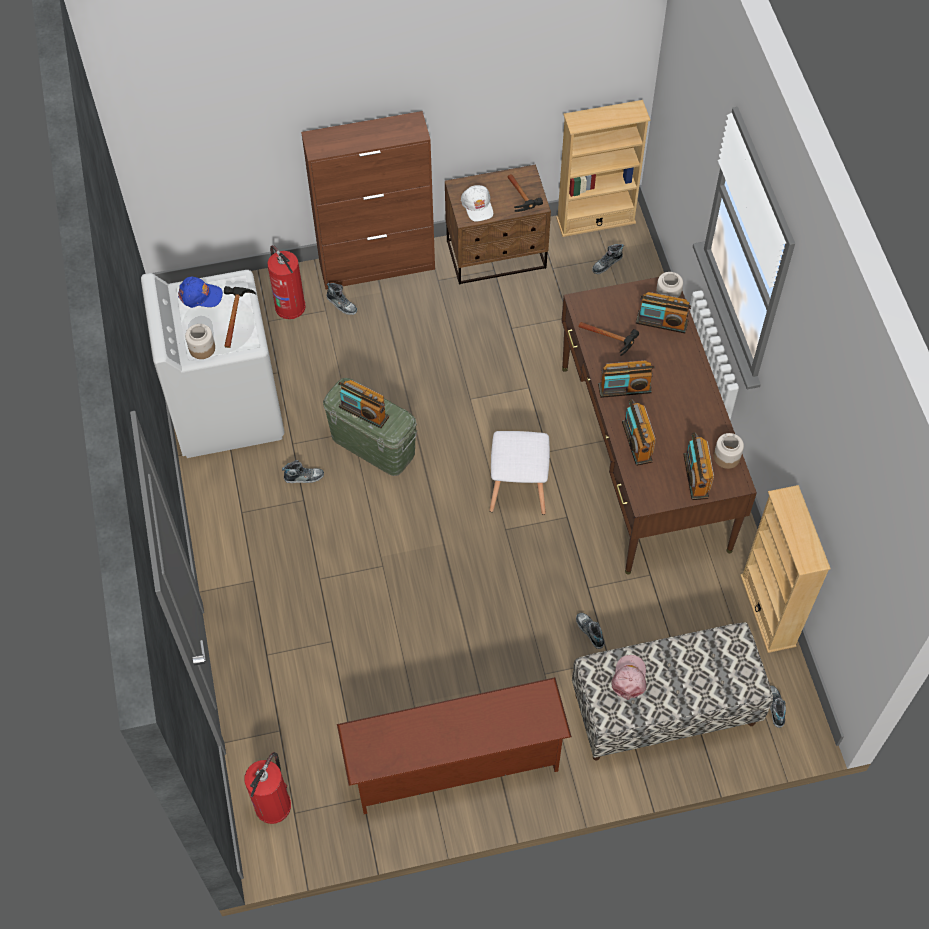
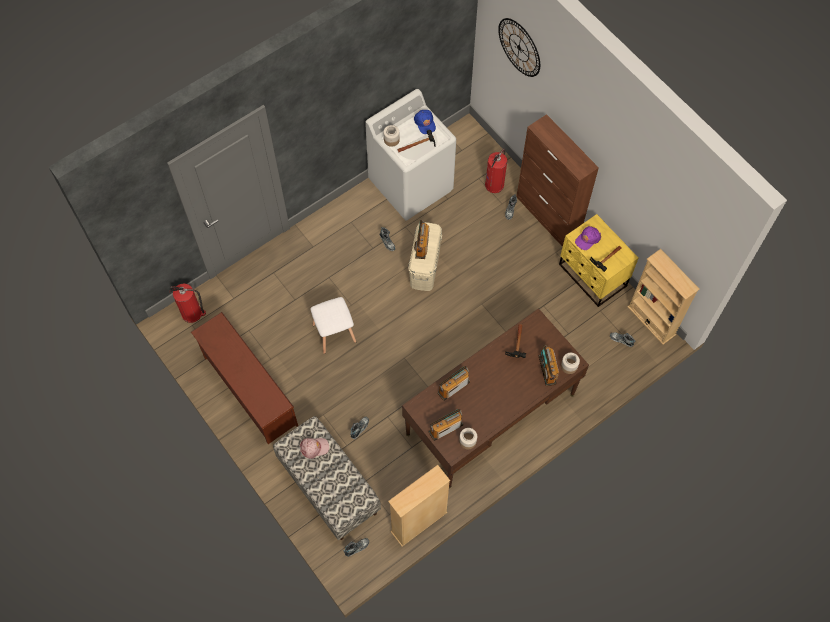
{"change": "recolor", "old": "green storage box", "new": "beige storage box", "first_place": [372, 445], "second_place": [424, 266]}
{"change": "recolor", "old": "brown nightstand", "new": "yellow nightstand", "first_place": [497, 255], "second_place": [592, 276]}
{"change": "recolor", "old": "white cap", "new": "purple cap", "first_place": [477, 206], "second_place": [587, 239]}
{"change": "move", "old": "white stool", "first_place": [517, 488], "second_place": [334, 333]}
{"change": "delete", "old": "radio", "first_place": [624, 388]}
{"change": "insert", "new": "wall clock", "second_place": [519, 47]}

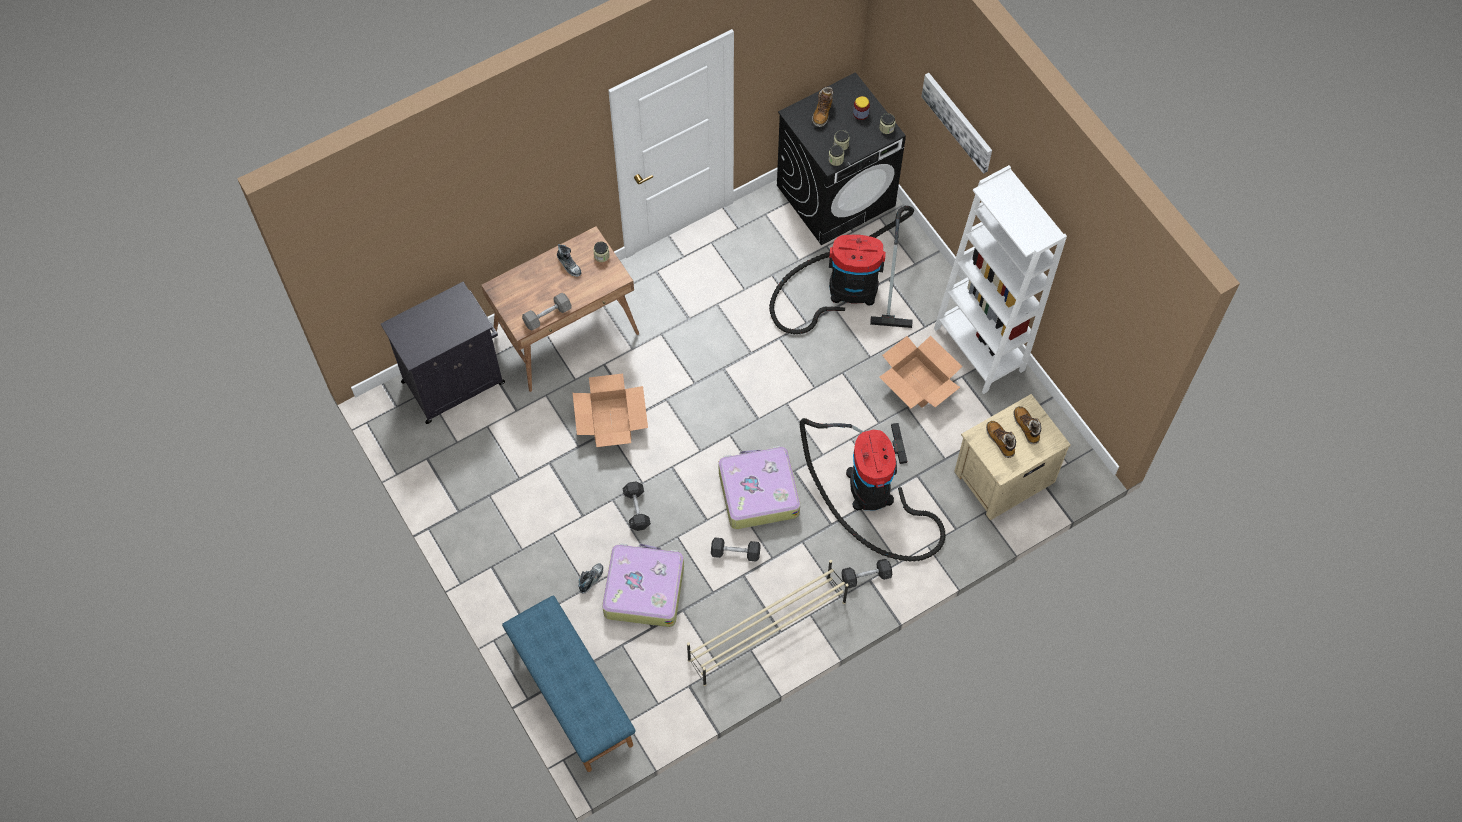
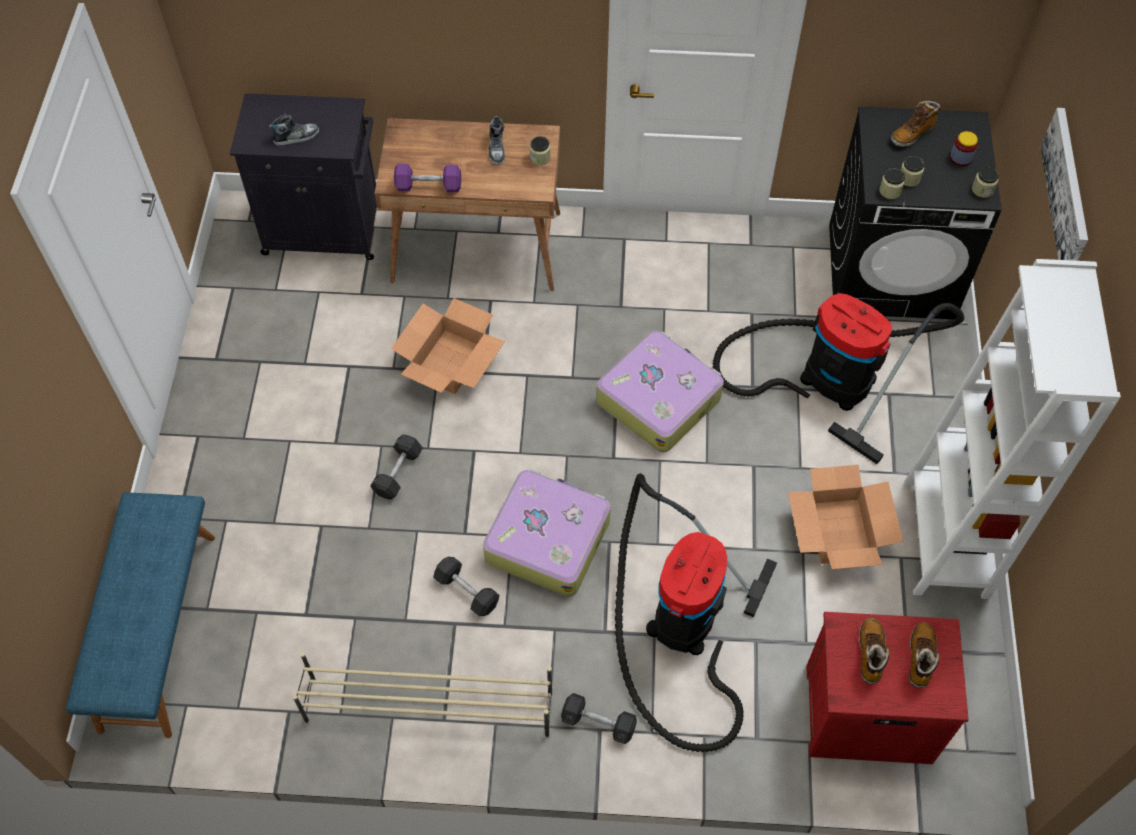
{"change": "recolor", "old": "grey dumbbell", "new": "purple dumbbell", "first_place": [547, 316], "second_place": [428, 186]}
{"change": "move", "old": "shoe", "first_place": [591, 579], "second_place": [296, 136]}
{"change": "move", "old": "suitcase", "first_place": [643, 589], "second_place": [658, 399]}
{"change": "recolor", "old": "beige nightstand", "new": "red nightstand", "first_place": [1002, 476], "second_place": [866, 712]}

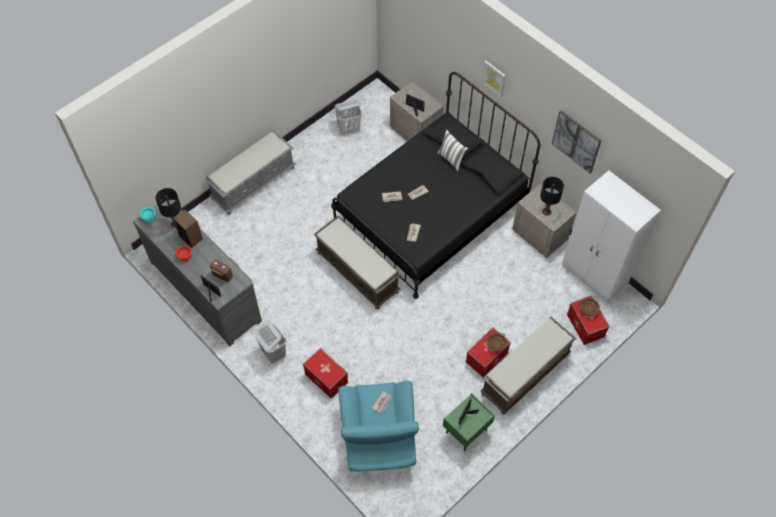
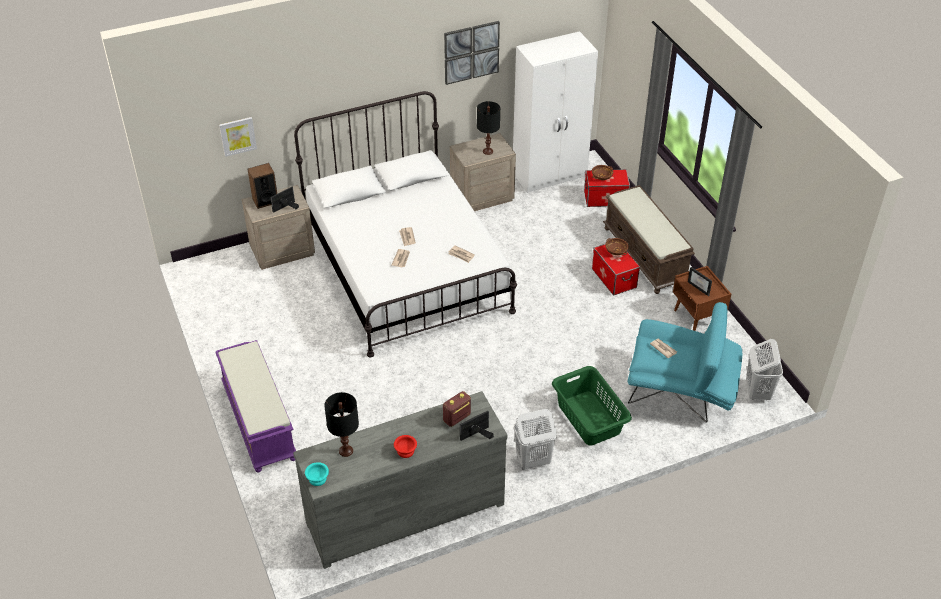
{"change": "move", "old": "speaker", "first_place": [191, 237], "second_place": [265, 200]}
{"change": "recolor", "old": "grey bench", "new": "purple bench", "first_place": [253, 182], "second_place": [258, 421]}
{"change": "replace", "old": "storage box", "new": "green laundry basket", "first_place": [326, 378], "second_place": [588, 418]}
{"change": "delete", "old": "brown bench", "first_place": [358, 272]}
{"change": "recolor", "old": "black bed", "new": "white bed", "first_place": [431, 213], "second_place": [406, 269]}
{"change": "move", "old": "white laundry basket", "first_place": [349, 129], "second_place": [757, 392]}
{"change": "delete", "old": "white pillow", "first_place": [452, 159]}
{"change": "recolor", "old": "green nightstand", "new": "brown nightstand", "first_place": [466, 432], "second_place": [697, 318]}
{"change": "move", "old": "picture", "first_place": [494, 78], "second_place": [237, 136]}

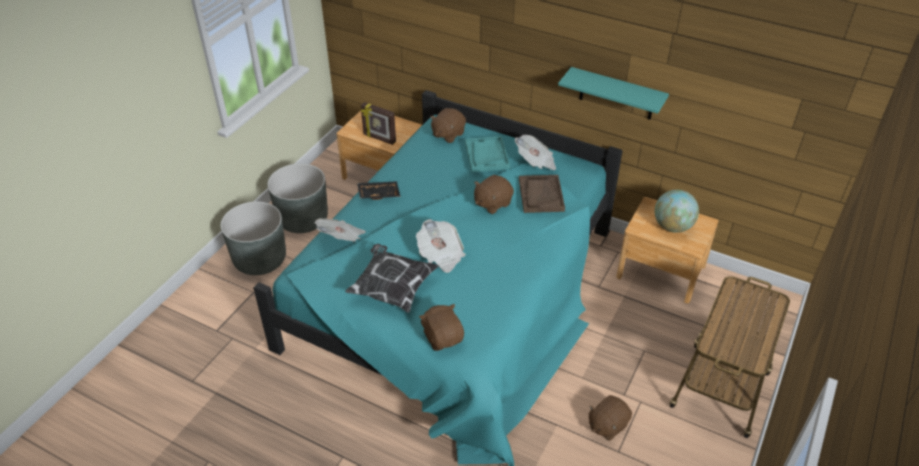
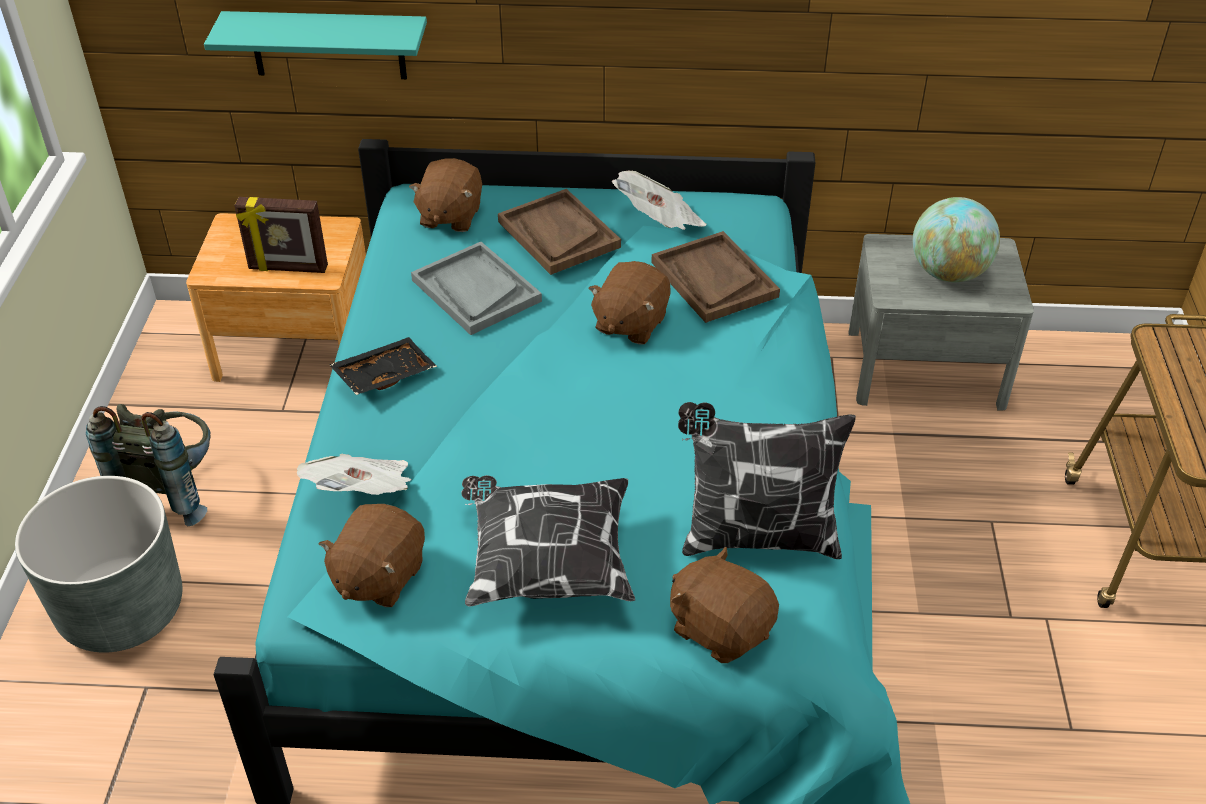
{"change": "replace", "old": "grey planter", "new": "grey backpack", "first_place": [303, 219], "second_place": [173, 490]}
{"change": "delete", "old": "newspaper", "first_place": [441, 255]}
{"change": "recolor", "old": "turquoise tray", "new": "brown tray", "first_place": [486, 155], "second_place": [558, 234]}
{"change": "move", "old": "turquoise shelf", "first_place": [616, 94], "second_place": [328, 45]}
{"change": "move", "old": "brown plush toy", "first_place": [607, 425], "second_place": [378, 576]}
{"change": "recolor", "old": "brown nightstand", "new": "grey nightstand", "first_place": [661, 271], "second_place": [925, 368]}
{"change": "insert", "new": "grey tray", "second_place": [475, 291]}
{"change": "insert", "new": "pillow", "second_place": [756, 537]}

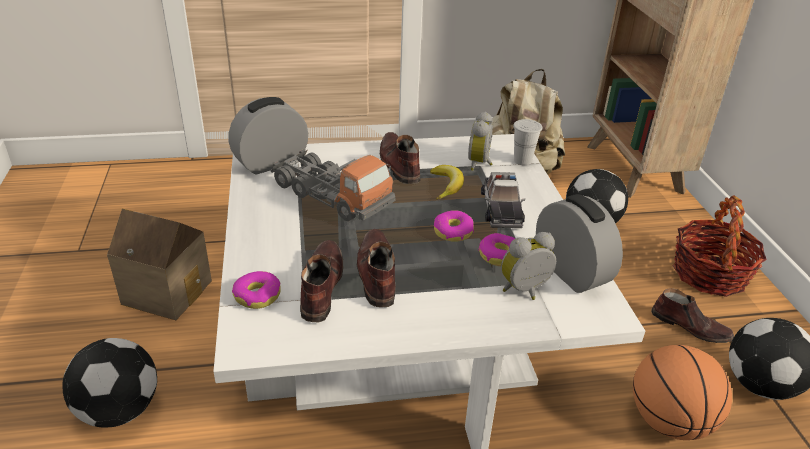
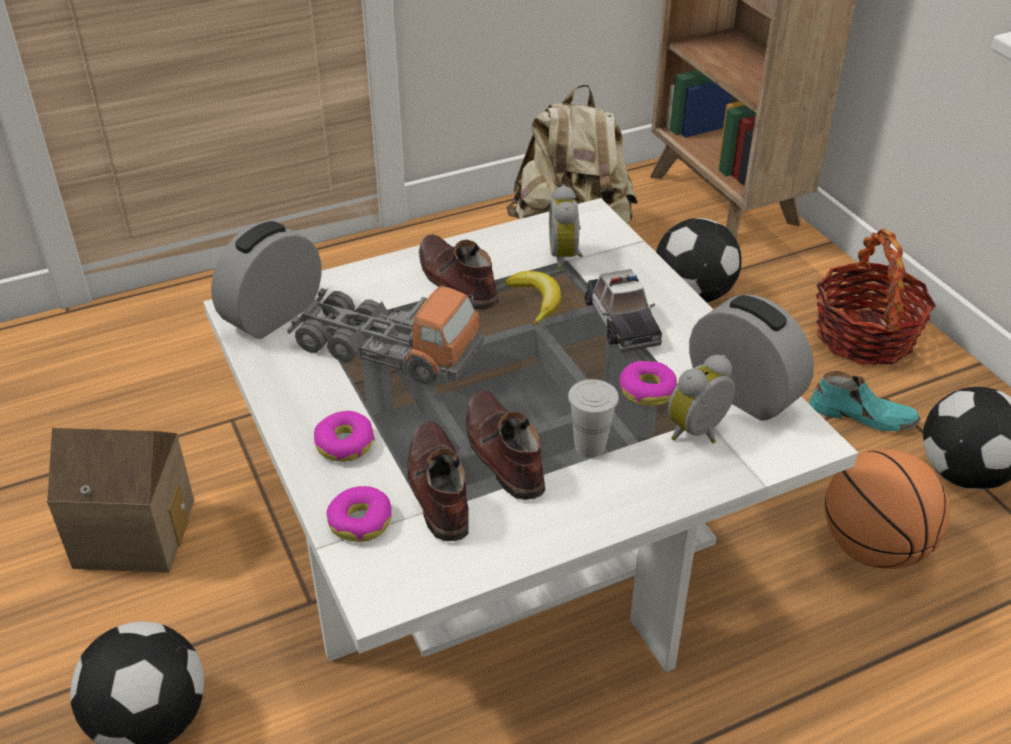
{"change": "move", "old": "donut", "first_place": [453, 232], "second_place": [344, 444]}
{"change": "move", "old": "white cup", "first_place": [522, 160], "second_place": [590, 446]}
{"change": "recolor", "old": "brown shoe", "new": "turquoise shoe", "first_place": [690, 326], "second_place": [862, 415]}

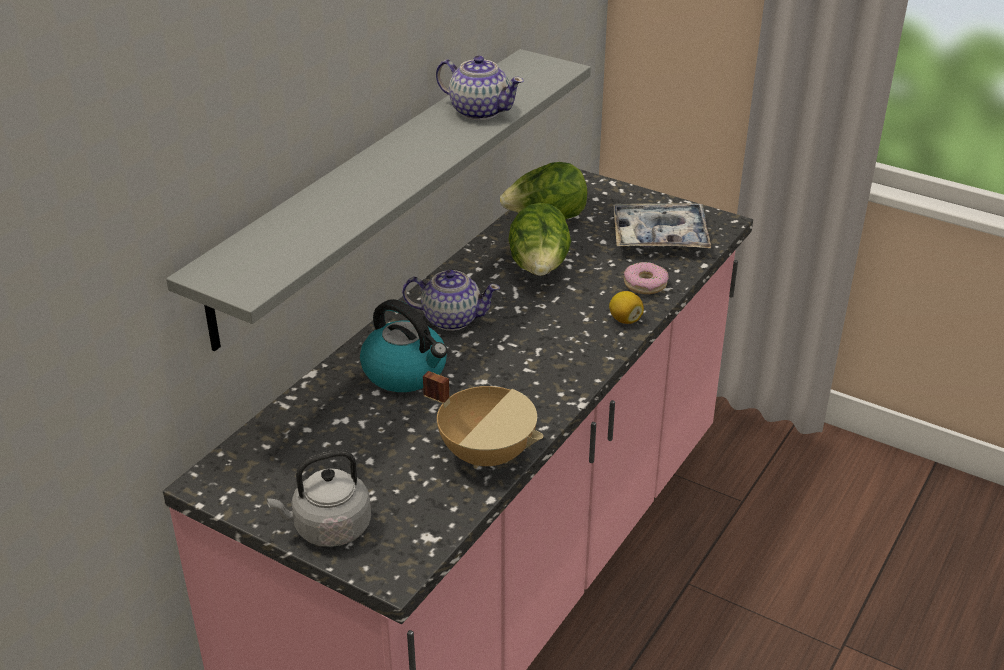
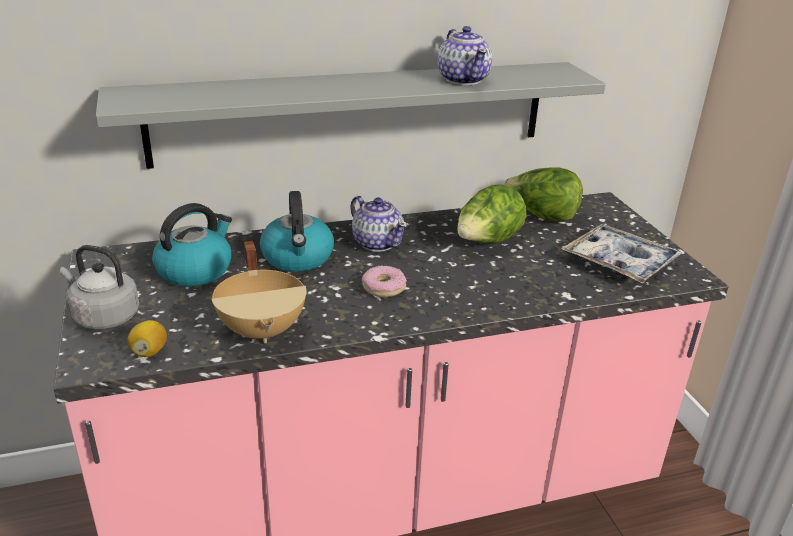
{"change": "move", "old": "lemon", "first_place": [625, 320], "second_place": [149, 351]}
{"change": "move", "old": "donut", "first_place": [645, 284], "second_place": [384, 287]}
{"change": "insert", "new": "kettle", "second_place": [195, 270]}

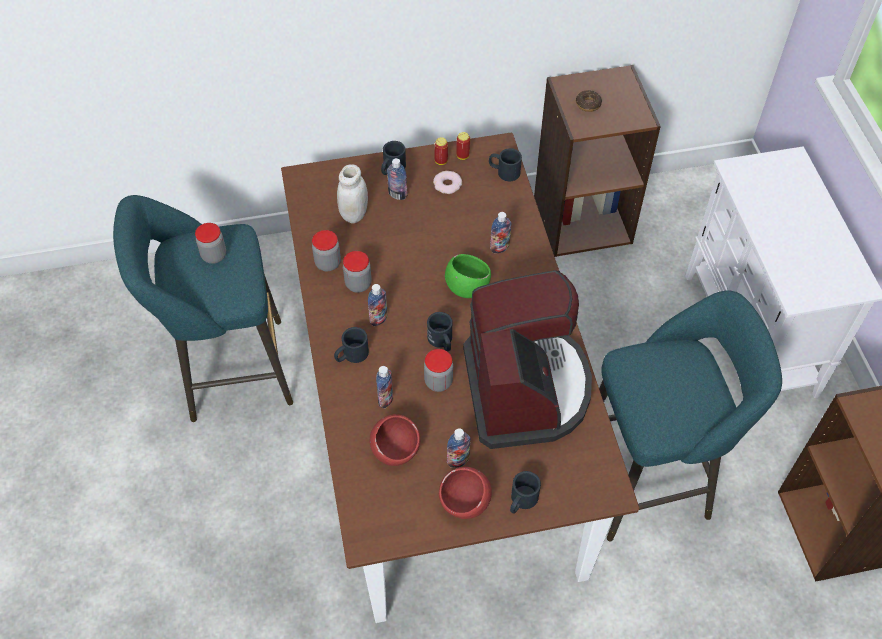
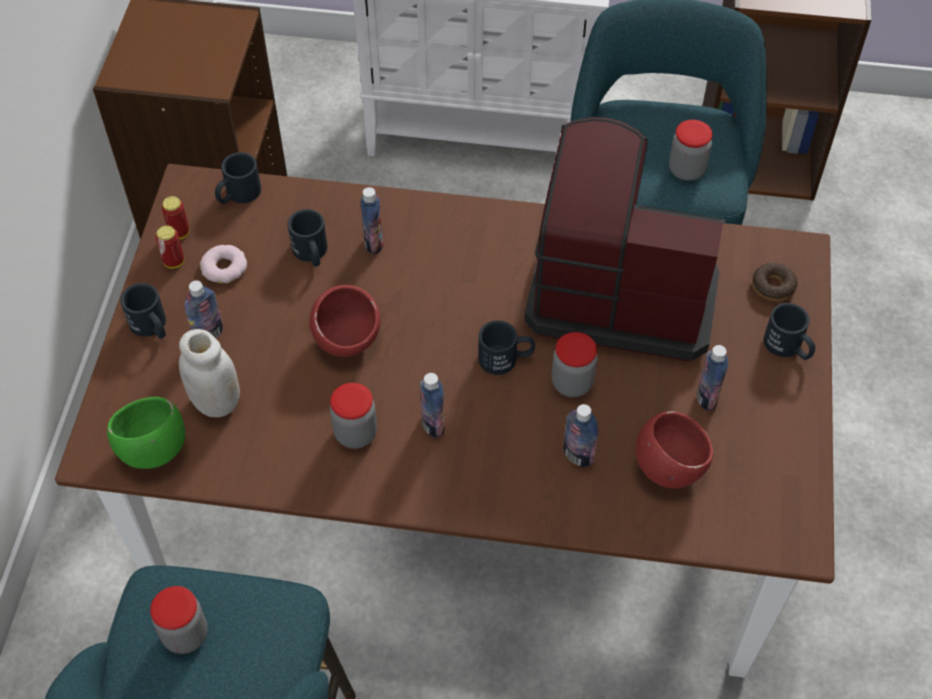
{"change": "move", "old": "jar", "first_place": [328, 263], "second_place": [686, 170]}
{"change": "move", "old": "black mug", "first_place": [351, 355], "second_place": [311, 254]}
{"change": "move", "old": "red bowl", "first_place": [465, 503], "second_place": [347, 340]}
{"change": "move", "old": "green bowl", "first_place": [466, 288], "second_place": [153, 451]}
{"change": "move", "old": "donut", "first_place": [588, 104], "second_place": [773, 286]}

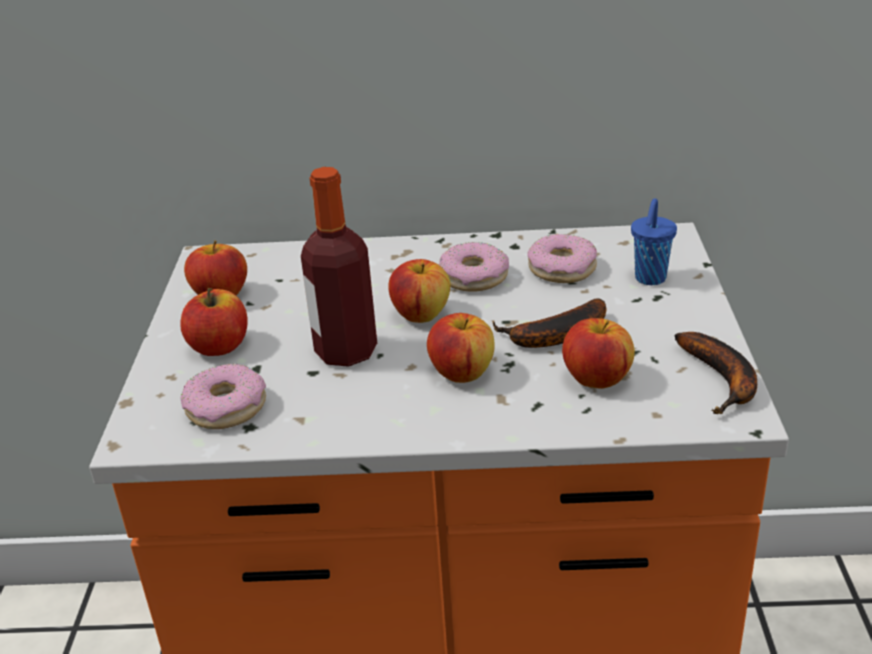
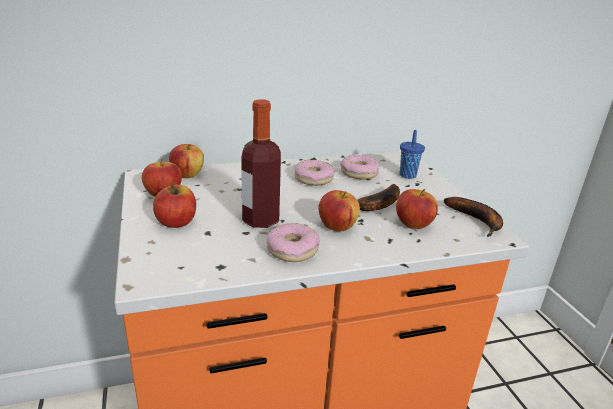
{"change": "move", "old": "donut", "first_place": [226, 407], "second_place": [292, 249]}
{"change": "move", "old": "apple", "first_place": [421, 315], "second_place": [187, 175]}

